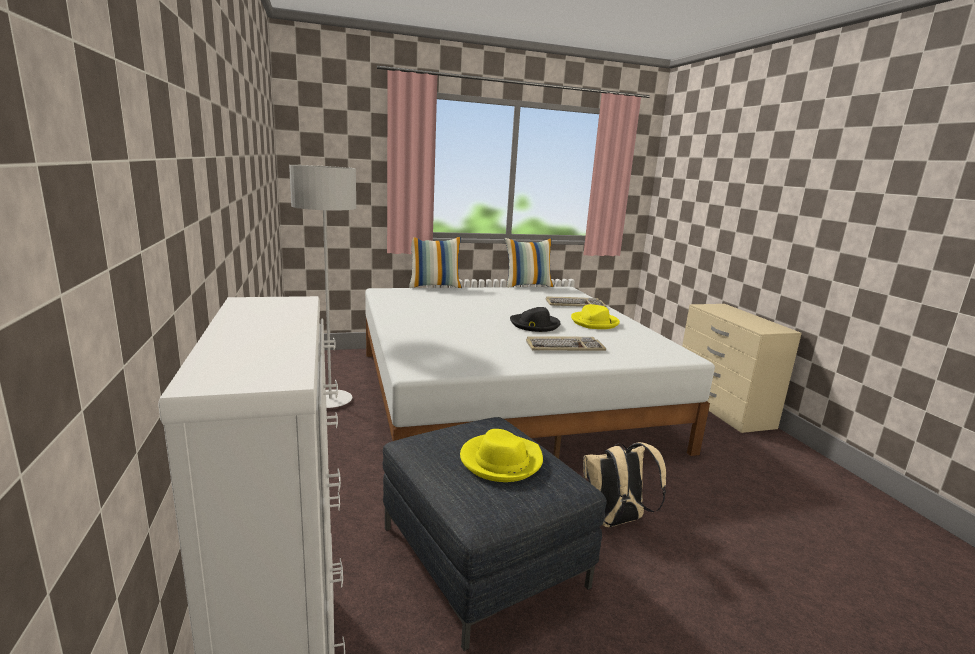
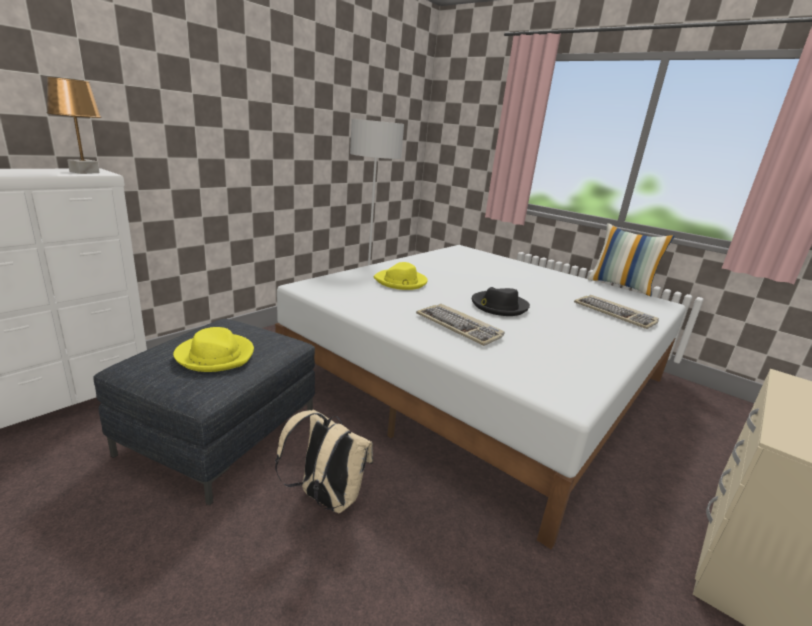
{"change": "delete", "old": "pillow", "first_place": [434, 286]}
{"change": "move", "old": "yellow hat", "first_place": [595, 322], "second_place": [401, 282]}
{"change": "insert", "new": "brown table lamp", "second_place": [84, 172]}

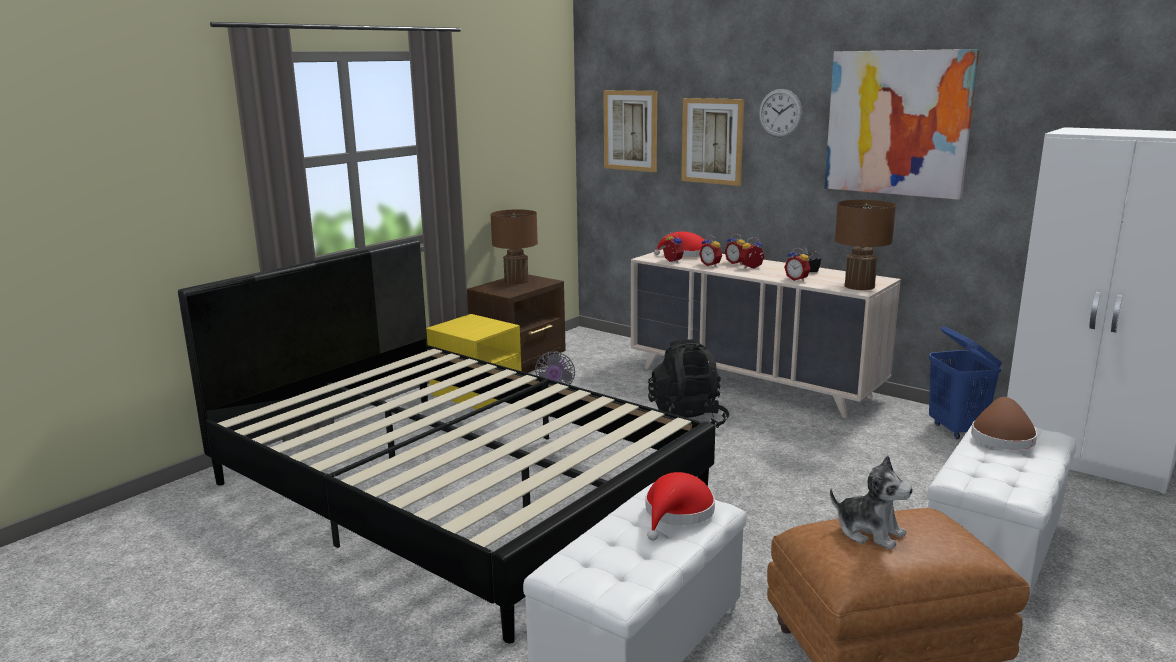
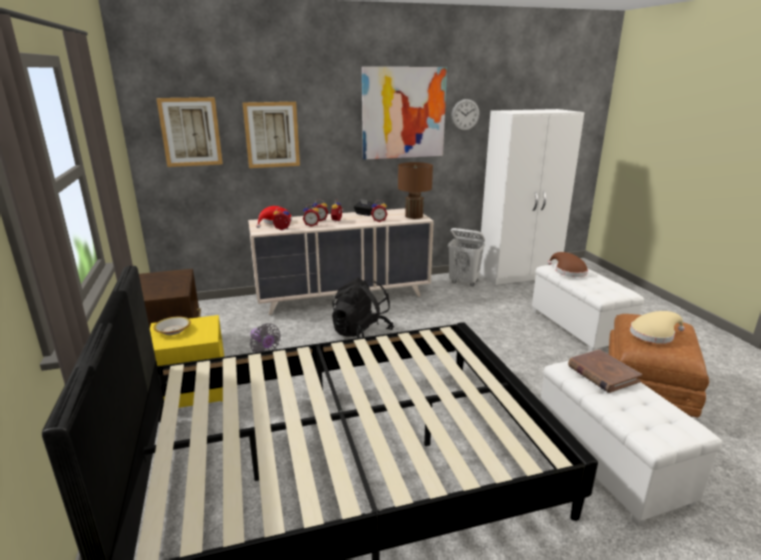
{"change": "delete", "old": "brown table lamp", "first_place": [516, 281]}
{"change": "replace", "old": "red hat", "new": "brown book", "first_place": [677, 513], "second_place": [602, 373]}
{"change": "move", "old": "wall clock", "first_place": [780, 113], "second_place": [465, 115]}
{"change": "replace", "old": "plush toy", "new": "beige hat", "first_place": [869, 532], "second_place": [654, 334]}
{"change": "recolor", "old": "blue laundry basket", "new": "white laundry basket", "first_place": [956, 430], "second_place": [464, 282]}
{"change": "insert", "new": "bowl", "second_place": [173, 330]}

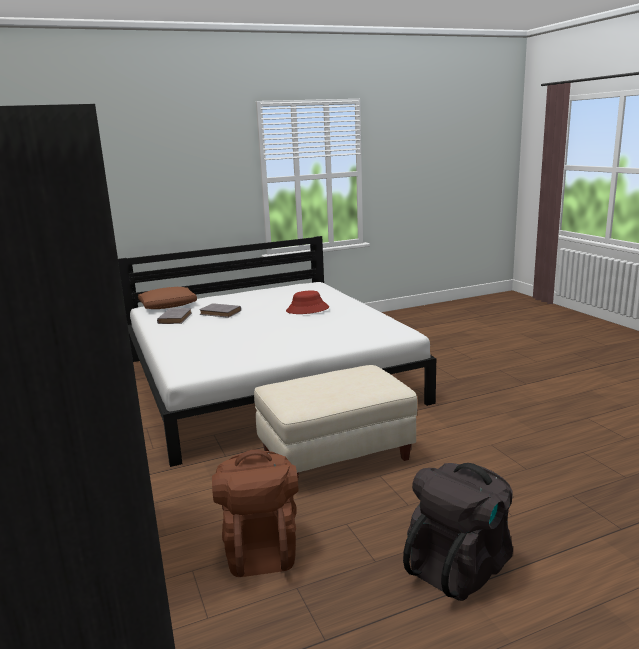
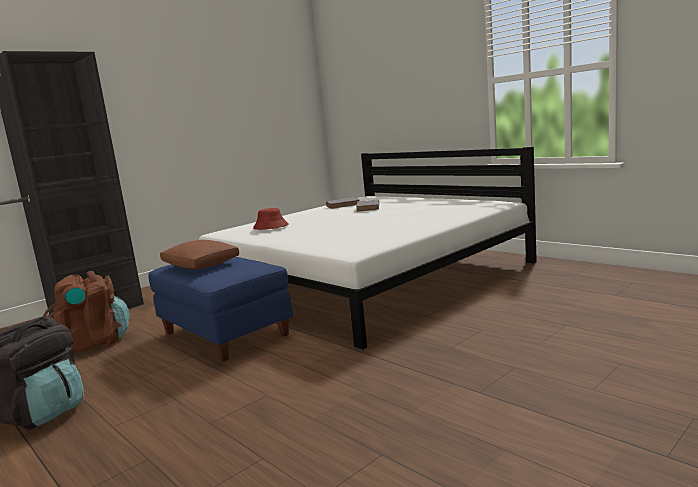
{"change": "move", "old": "brown pillow", "first_place": [168, 306], "second_place": [201, 265]}
{"change": "recolor", "old": "beige ottoman", "new": "blue ottoman", "first_place": [335, 455], "second_place": [226, 333]}
{"change": "move", "old": "red hat", "first_place": [307, 309], "second_place": [270, 227]}

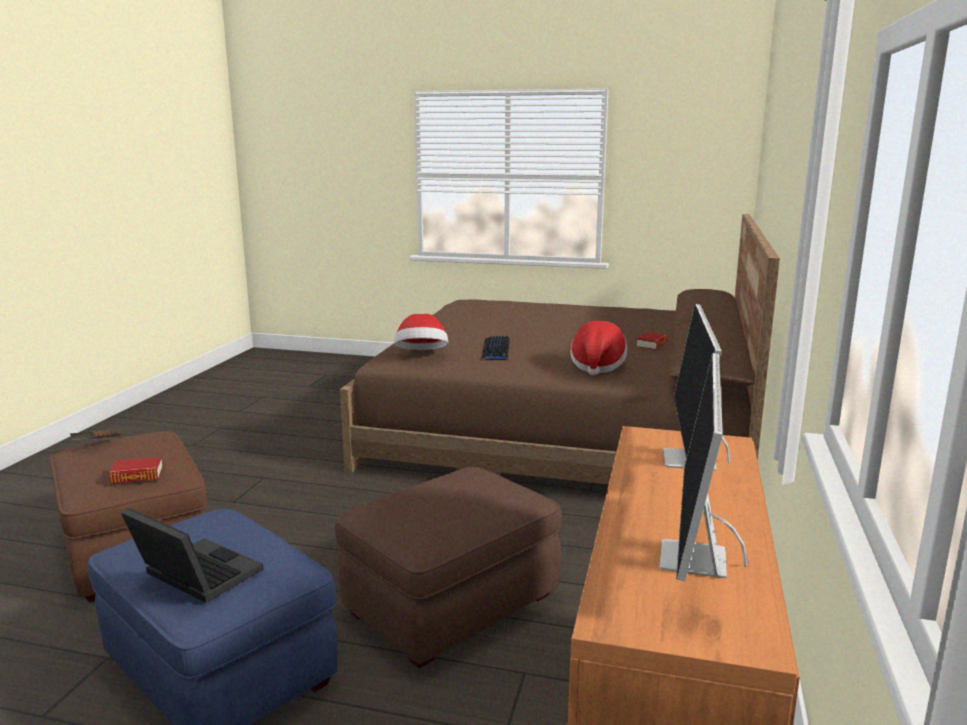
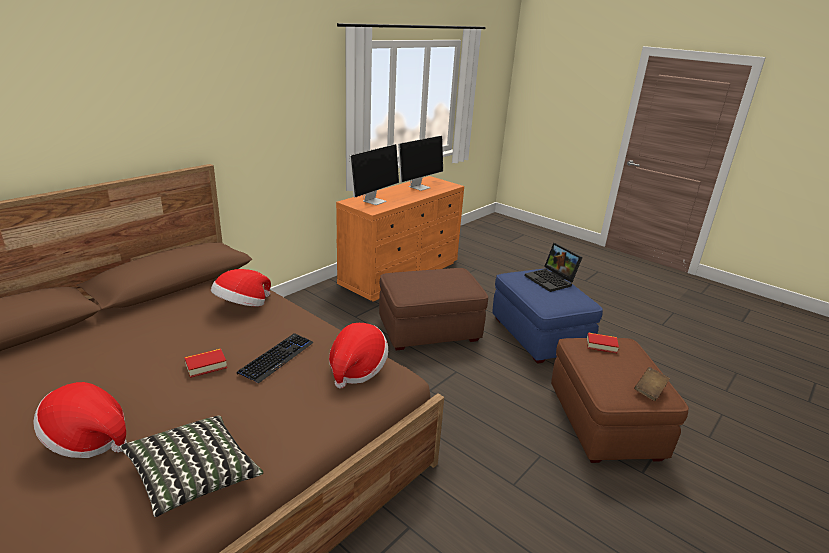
{"change": "move", "old": "book", "first_place": [652, 345], "second_place": [206, 366]}
{"change": "insert", "new": "hat", "second_place": [88, 439]}
{"change": "insert", "new": "pillow", "second_place": [194, 476]}

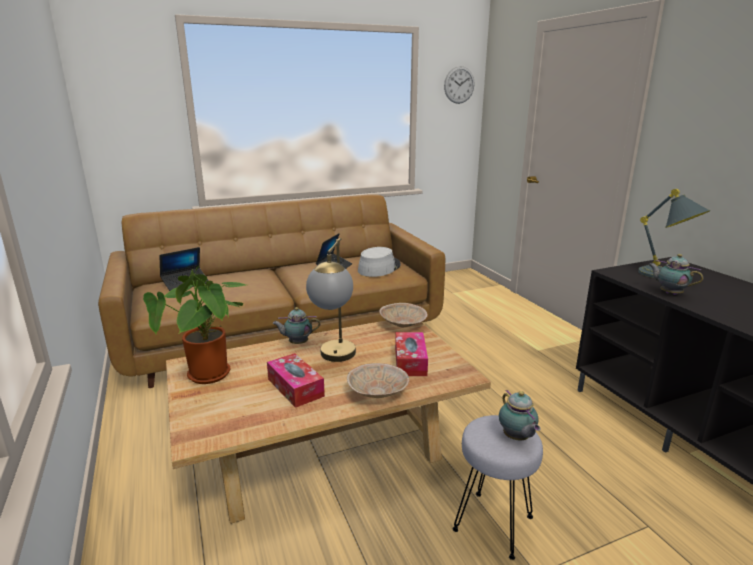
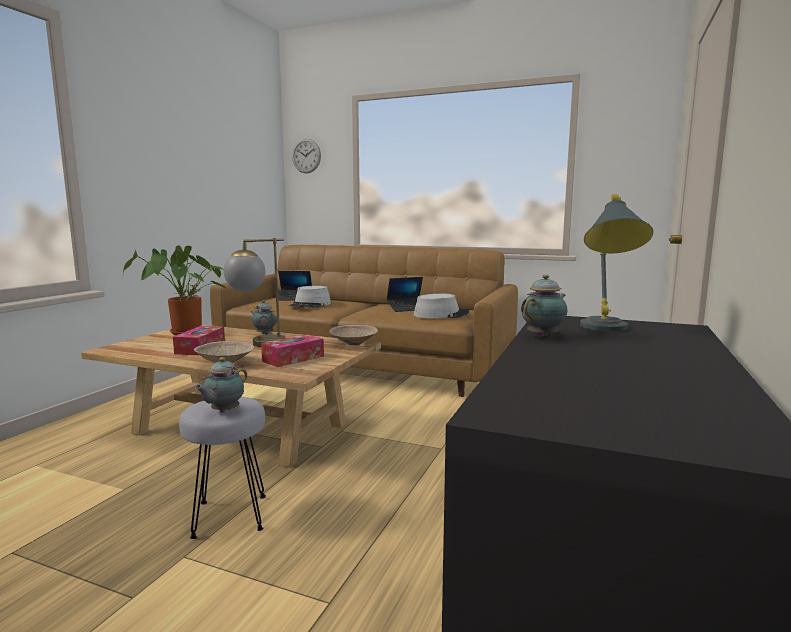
{"change": "move", "old": "wall clock", "first_place": [459, 85], "second_place": [306, 156]}
{"change": "rotate", "old": "teapot", "first_place": [669, 293], "second_place": [544, 336], "degrees": 45}
{"change": "insert", "new": "grey hat", "second_place": [310, 305]}

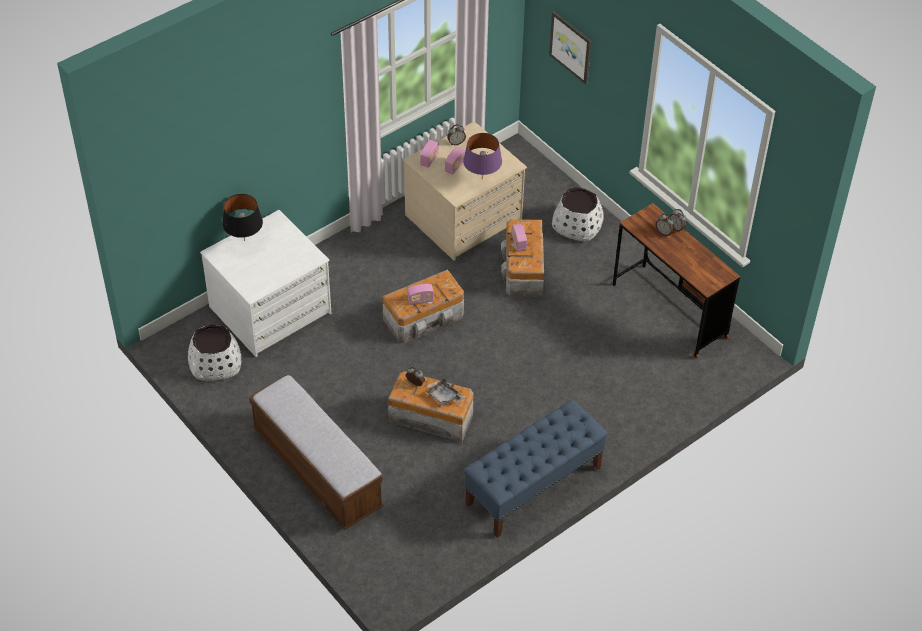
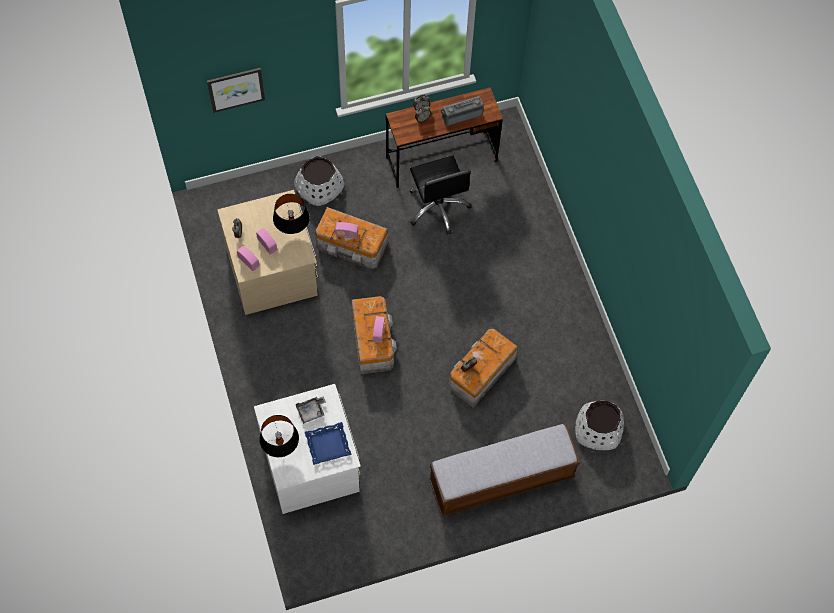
{"change": "move", "old": "white planter", "first_place": [215, 363], "second_place": [598, 429]}
{"change": "move", "old": "grey tray", "first_place": [444, 397], "second_place": [311, 411]}
{"change": "recolor", "old": "purple table lamp", "new": "black table lamp", "first_place": [482, 179], "second_place": [292, 229]}
{"change": "delete", "old": "blue bench", "first_place": [533, 486]}
{"change": "insert", "new": "blue tray", "second_place": [328, 444]}
{"change": "insert", "new": "black office chair", "second_place": [438, 207]}
{"change": "insert", "new": "radio", "second_place": [461, 114]}

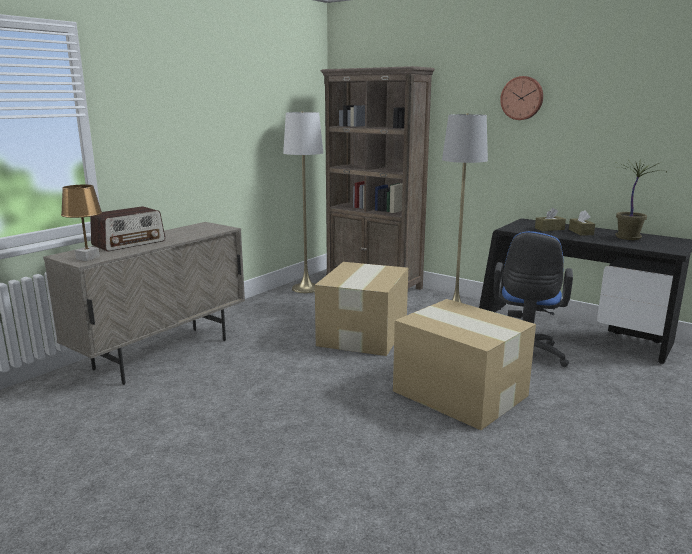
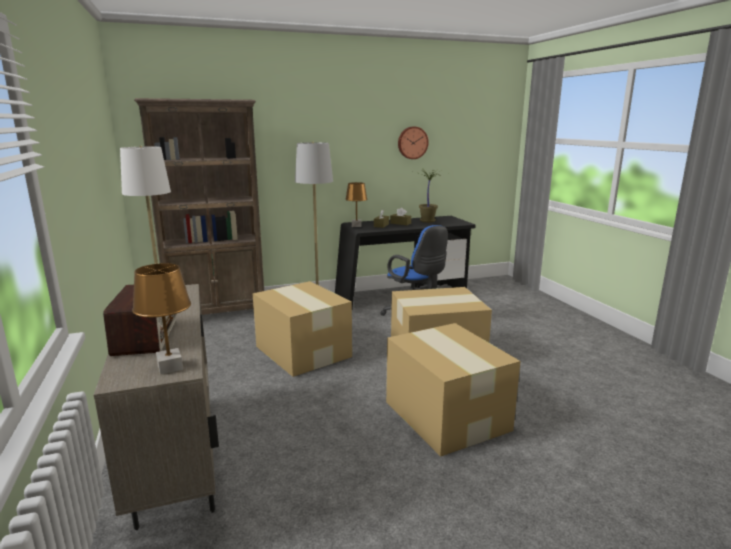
{"change": "move", "old": "wall clock", "first_place": [522, 98], "second_place": [412, 142]}
{"change": "insert", "new": "brown table lamp", "second_place": [356, 226]}
{"change": "insert", "new": "cardboard box", "second_place": [446, 414]}

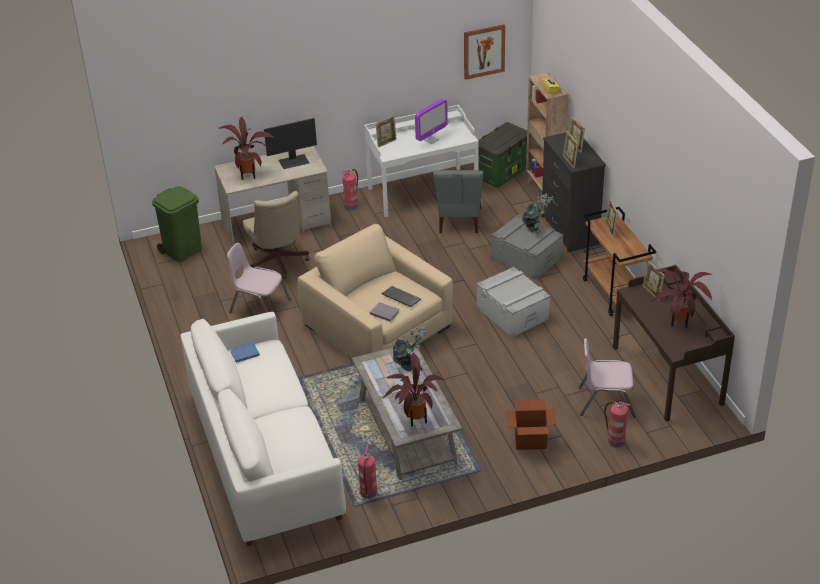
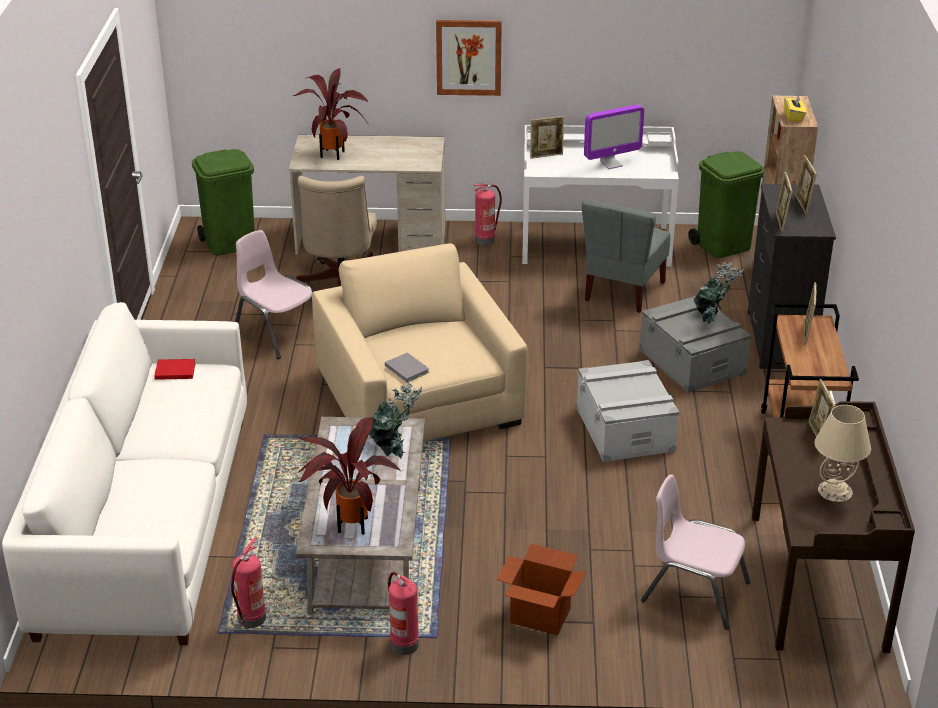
{"change": "recolor", "old": "blue book", "new": "red book", "first_place": [244, 353], "second_place": [174, 370]}
{"change": "delete", "old": "monitor", "first_place": [294, 161]}
{"change": "delete", "old": "keyboard", "first_place": [400, 297]}
{"change": "move", "old": "picture", "first_place": [484, 51], "second_place": [468, 57]}
{"change": "replace", "old": "storage box", "new": "green trash can", "first_place": [502, 173], "second_place": [723, 246]}
{"change": "move", "old": "fire extinguisher", "first_place": [615, 441], "second_place": [403, 644]}
{"change": "replace", "old": "potted plant", "new": "beige table lamp", "first_place": [678, 323], "second_place": [835, 491]}

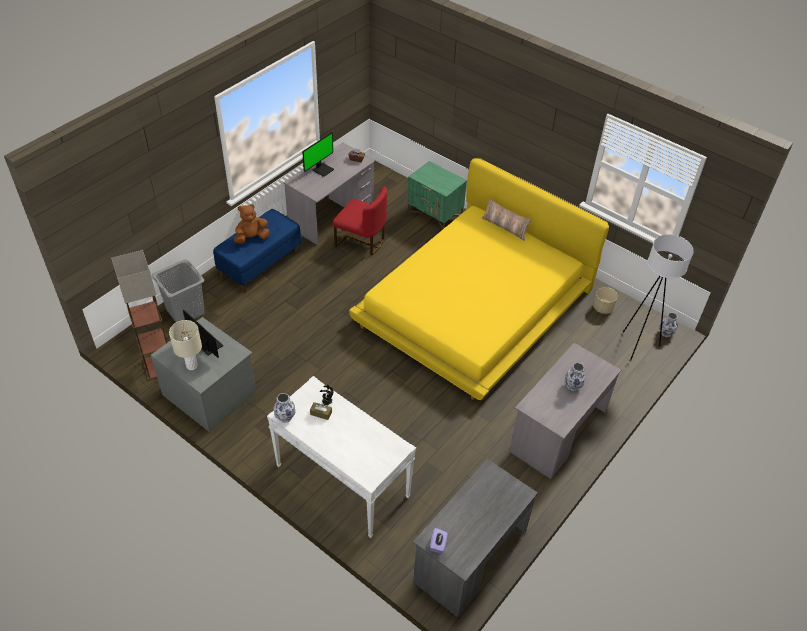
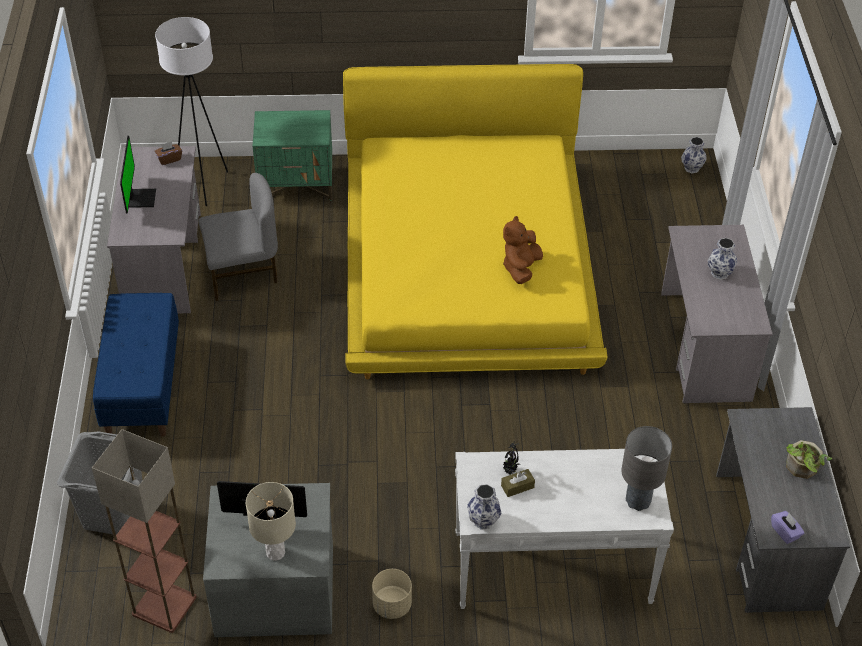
{"change": "move", "old": "brown plush toy", "first_place": [252, 238], "second_place": [521, 268]}
{"change": "recolor", "old": "red chair", "new": "grey chair", "first_place": [361, 241], "second_place": [242, 273]}
{"change": "delete", "old": "pillow", "first_place": [505, 227]}
{"change": "move", "old": "beige planter", "first_place": [602, 308], "second_place": [392, 605]}
{"change": "move", "old": "white floor lamp", "first_place": [638, 346], "second_place": [204, 185]}
{"change": "insert", "new": "grey table lamp", "second_place": [637, 501]}
{"change": "insert", "new": "potted plant", "second_place": [802, 469]}

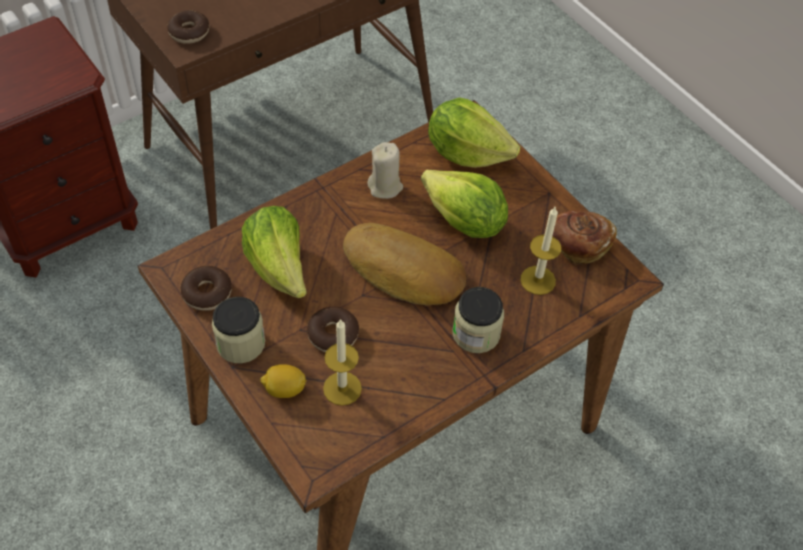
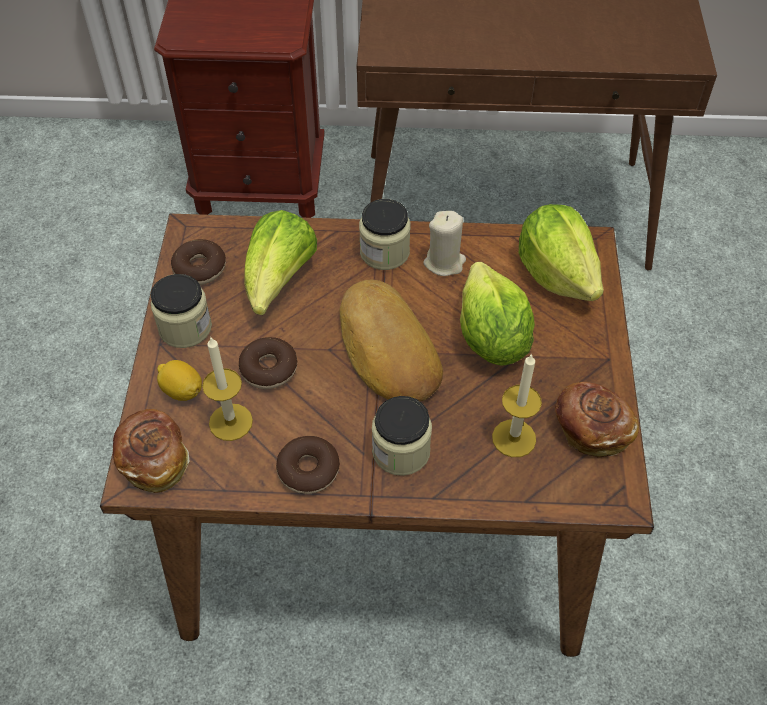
{"change": "move", "old": "donut", "first_place": [189, 32], "second_place": [308, 470]}
{"change": "insert", "new": "bread", "second_place": [154, 460]}
{"change": "insert", "new": "jar", "second_place": [384, 252]}

